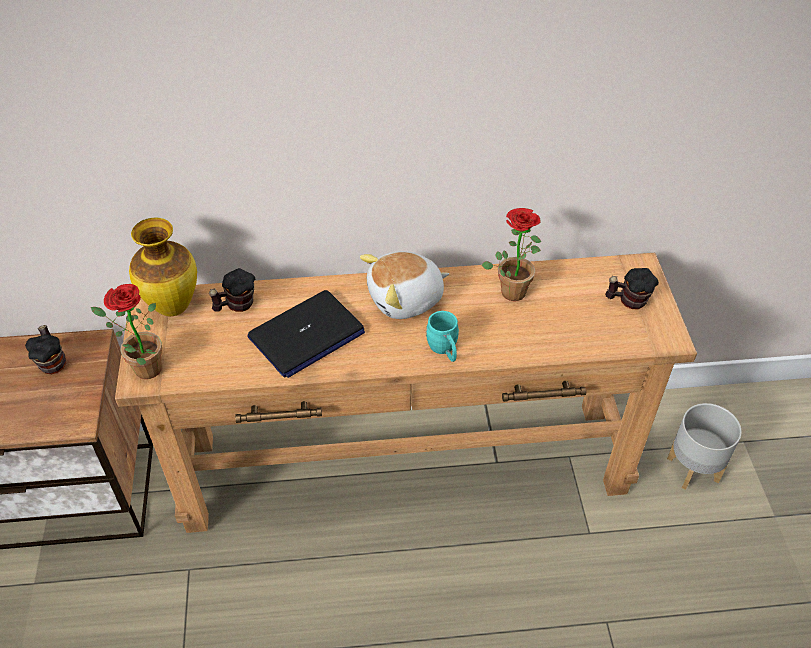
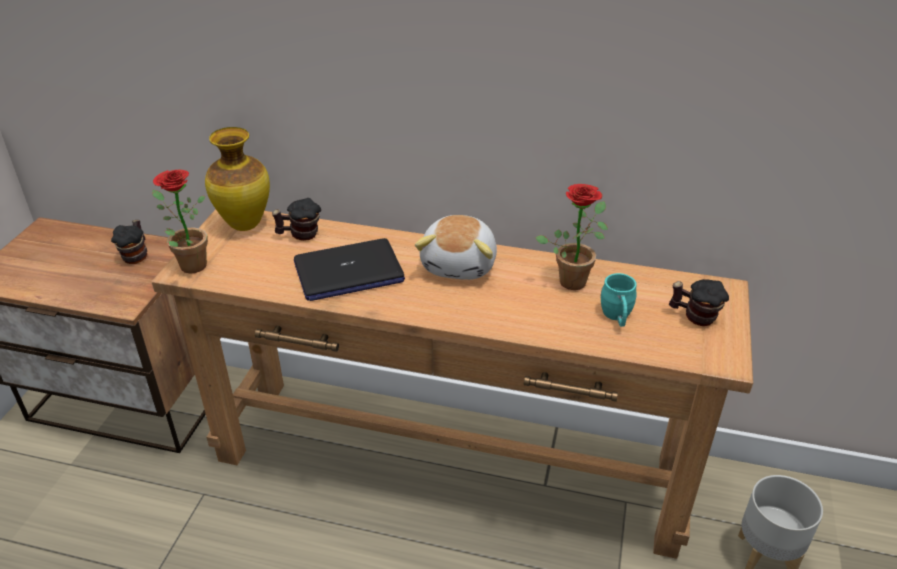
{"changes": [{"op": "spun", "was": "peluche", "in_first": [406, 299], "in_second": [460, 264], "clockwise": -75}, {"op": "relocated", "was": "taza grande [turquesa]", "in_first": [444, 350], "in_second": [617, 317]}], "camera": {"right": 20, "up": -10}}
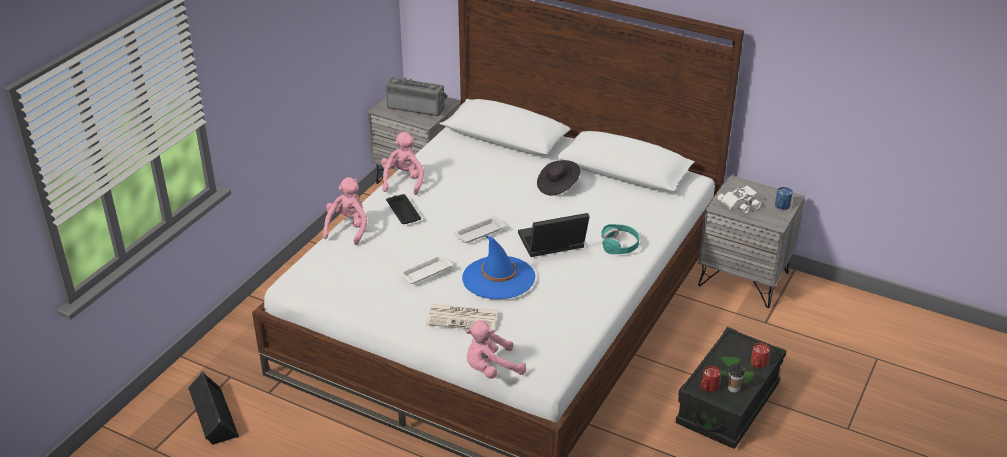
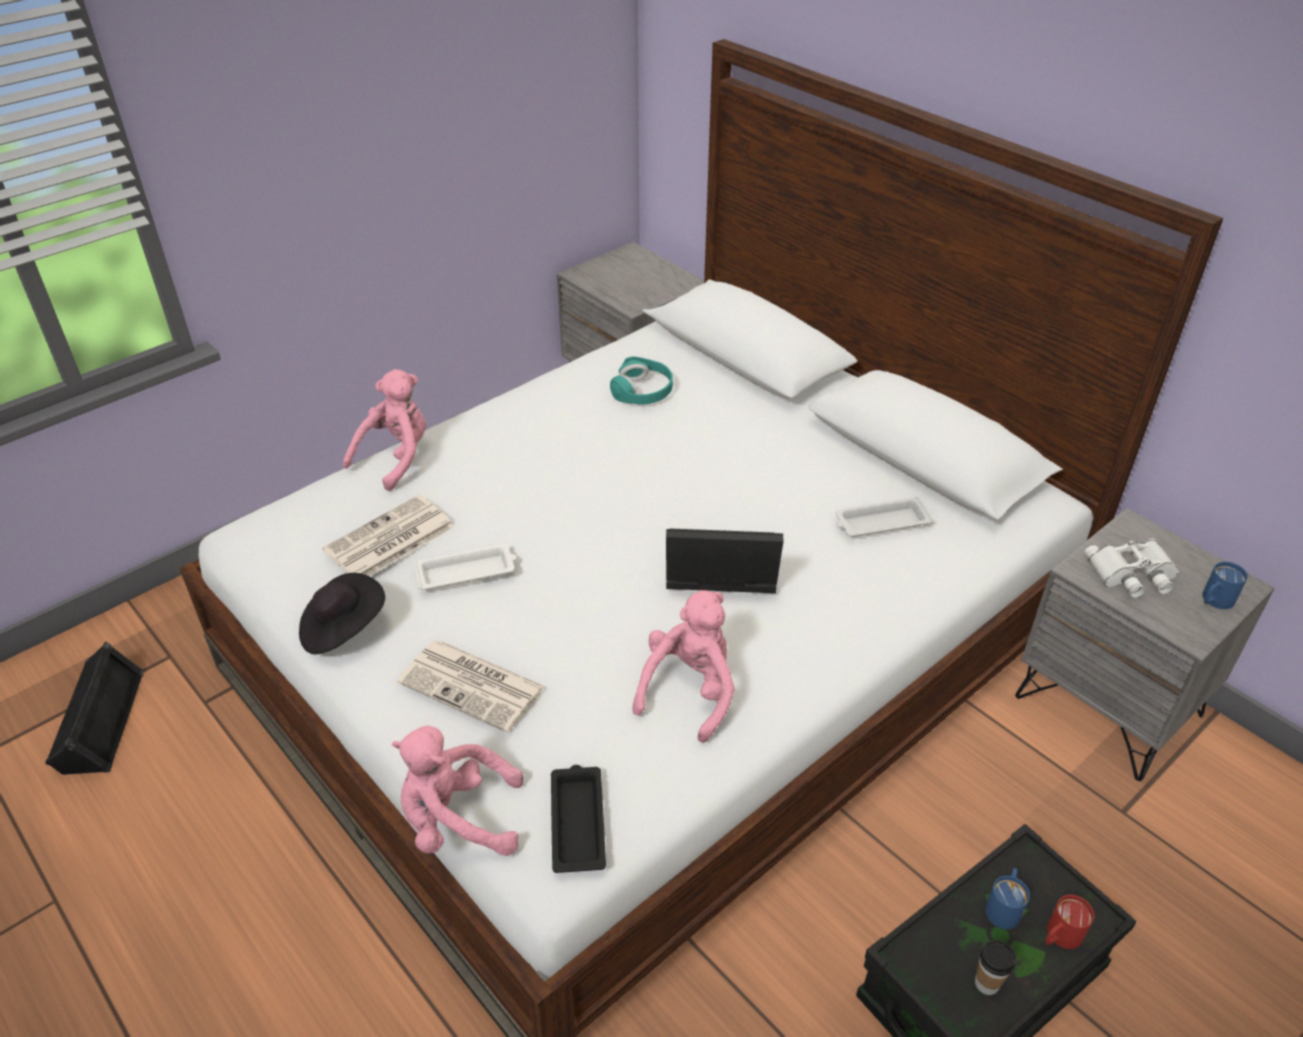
{"changes": [{"op": "relocated", "was": "sombrero [negro]", "in_first": [558, 186], "in_second": [343, 629]}, {"op": "appeared", "now": "periódico", "in_second": [389, 540]}, {"op": "relocated", "was": "bandeja [negro]", "in_first": [403, 211], "in_second": [577, 821]}, {"op": "relocated", "was": "auriculares [turquesa]", "in_first": [620, 244], "in_second": [643, 391]}, {"op": "relocated", "was": "peluche [rosa]", "in_first": [403, 181], "in_second": [690, 691]}, {"op": "relocated", "was": "bandeja [blanco]", "in_first": [478, 233], "in_second": [881, 523]}, {"op": "appeared", "now": "taza grande [azul]", "in_second": [1004, 906]}, {"op": "missing", "was": "radio", "in_first": [417, 107]}, {"op": "missing", "was": "sombrero [azul]", "in_first": [498, 278]}, {"op": "missing", "was": "taza grande [rojo]", "in_first": [707, 388]}], "camera": {"right": 20, "up": 5}}
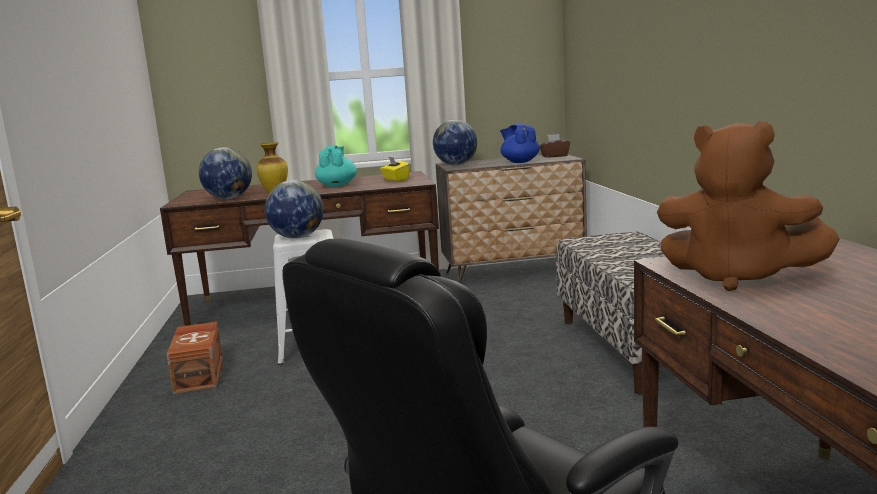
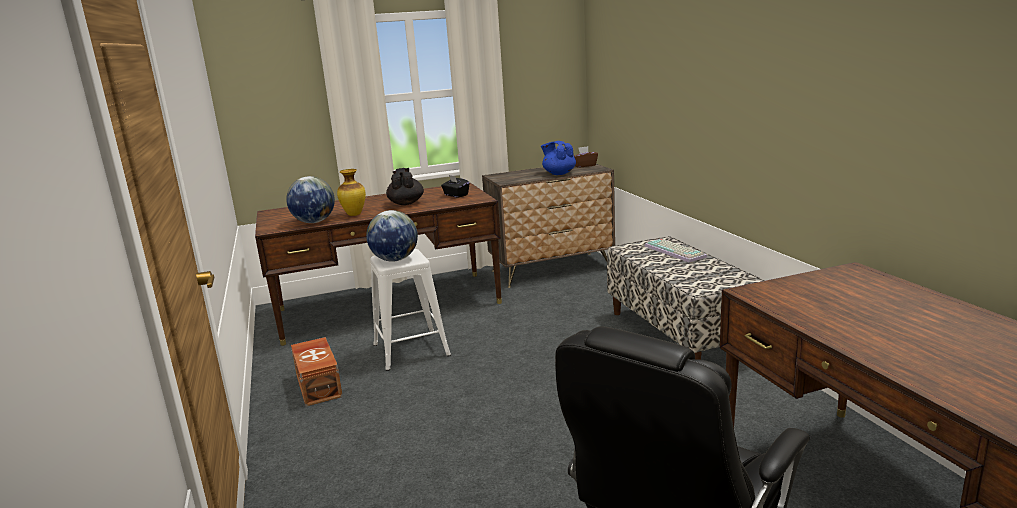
{"changes": [{"op": "colour", "was": "tetera [turquesa]", "now": "tetera [negro]", "in_first": [337, 185], "in_second": [406, 203]}, {"op": "colour", "was": "caja de pañuelos [amarillo]", "now": "caja de pañuelos [negro]", "in_first": [395, 180], "in_second": [456, 195]}, {"op": "appeared", "now": "teclado", "in_second": [676, 251]}, {"op": "missing", "was": "globo terráqueo", "in_first": [456, 165]}, {"op": "missing", "was": "peluche [marrón]", "in_first": [736, 277]}], "camera": {"right": -10, "up": 5}}
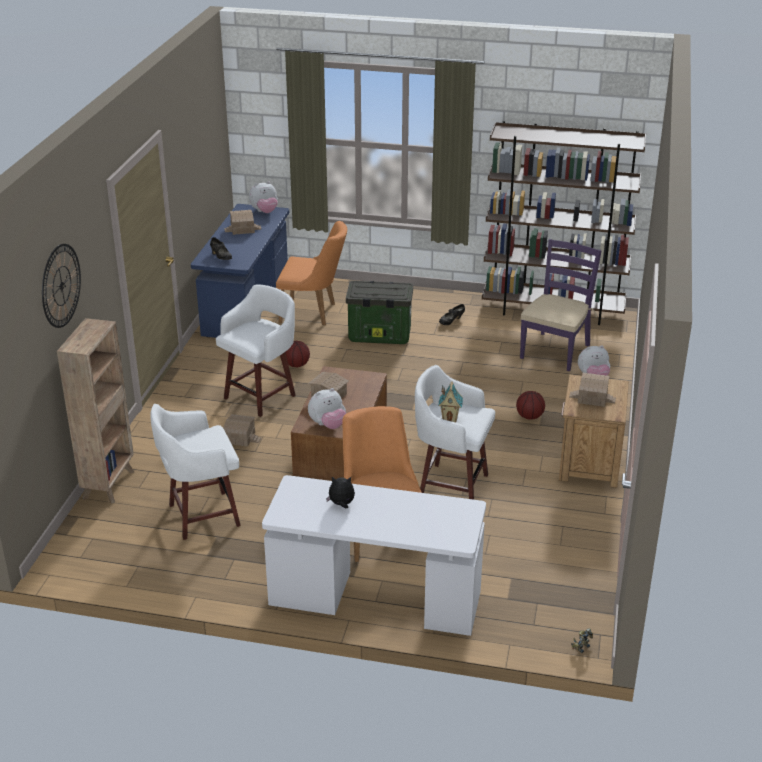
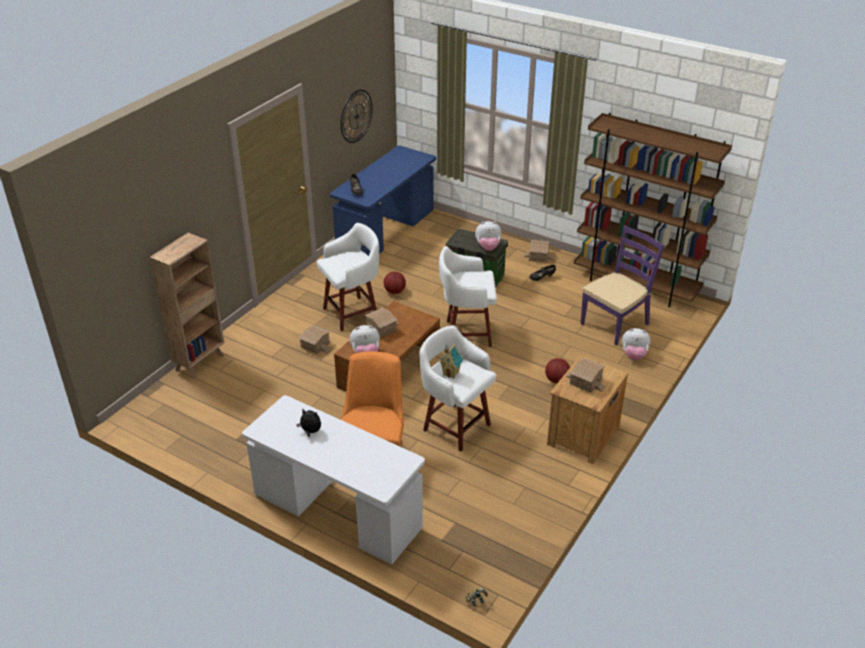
{"changes": [{"op": "relocated", "was": "reloj de pared", "in_first": [61, 285], "in_second": [356, 116]}, {"op": "relocated", "was": "taburete [blanco]", "in_first": [201, 516], "in_second": [466, 333]}, {"op": "relocated", "was": "peluche", "in_first": [264, 212], "in_second": [488, 247]}, {"op": "relocated", "was": "casita", "in_first": [242, 229], "in_second": [538, 257]}, {"op": "missing", "was": "silla [naranja]", "in_first": [313, 313]}], "camera": {"right": 20, "up": 5}}
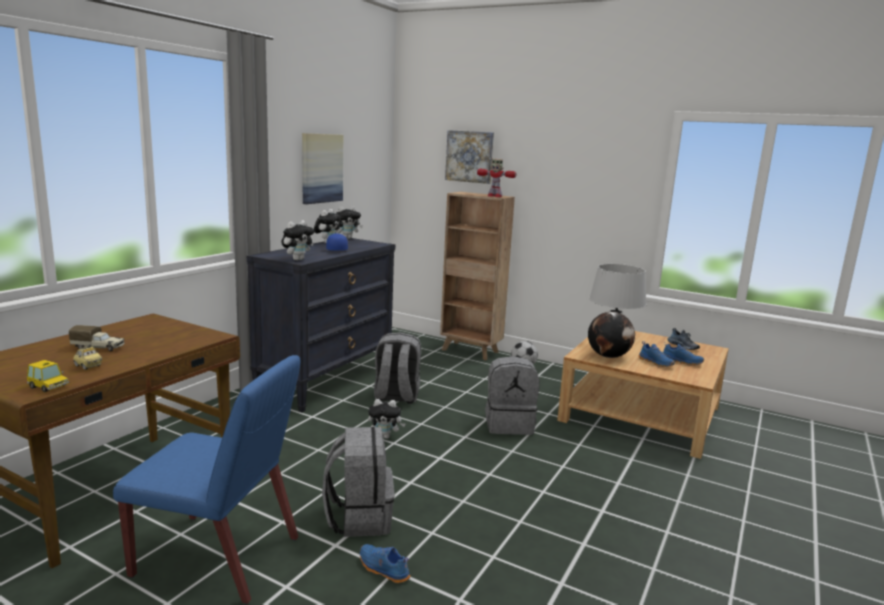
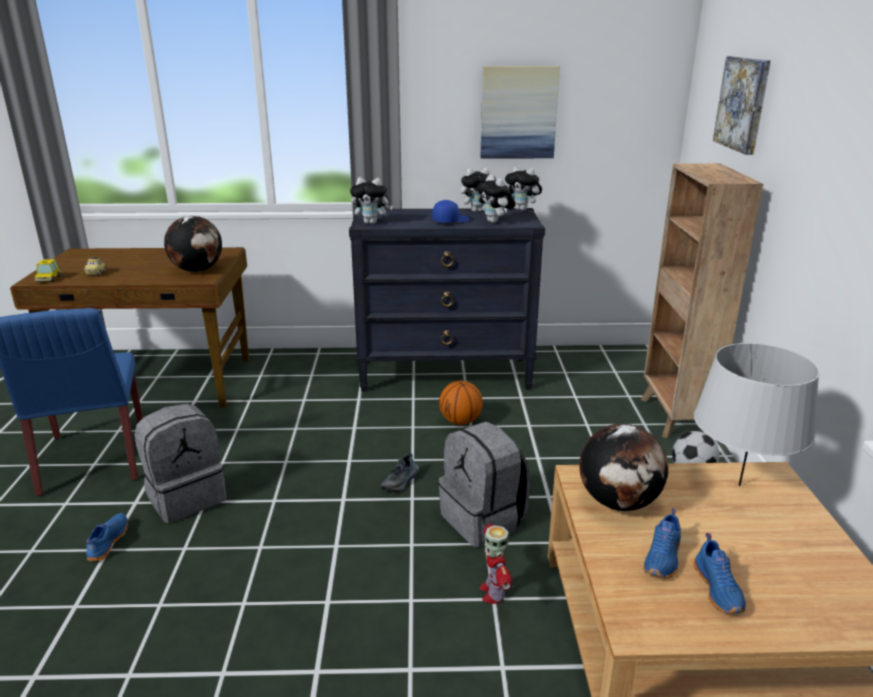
{"changes": [{"op": "appeared", "now": "globo terráqueo", "in_second": [197, 270]}, {"op": "relocated", "was": "zapato", "in_first": [683, 346], "in_second": [401, 482]}, {"op": "exchanged", "was": "mochila [gris]", "now": "balón de baloncesto", "in_first": [396, 397], "in_second": [460, 421]}, {"op": "relocated", "was": "peluche", "in_first": [385, 437], "in_second": [495, 222]}, {"op": "relocated", "was": "robot de juguete", "in_first": [494, 196], "in_second": [493, 592]}, {"op": "missing", "was": "camión de juguete", "in_first": [99, 347]}], "camera": {"right": 60, "up": 10}}
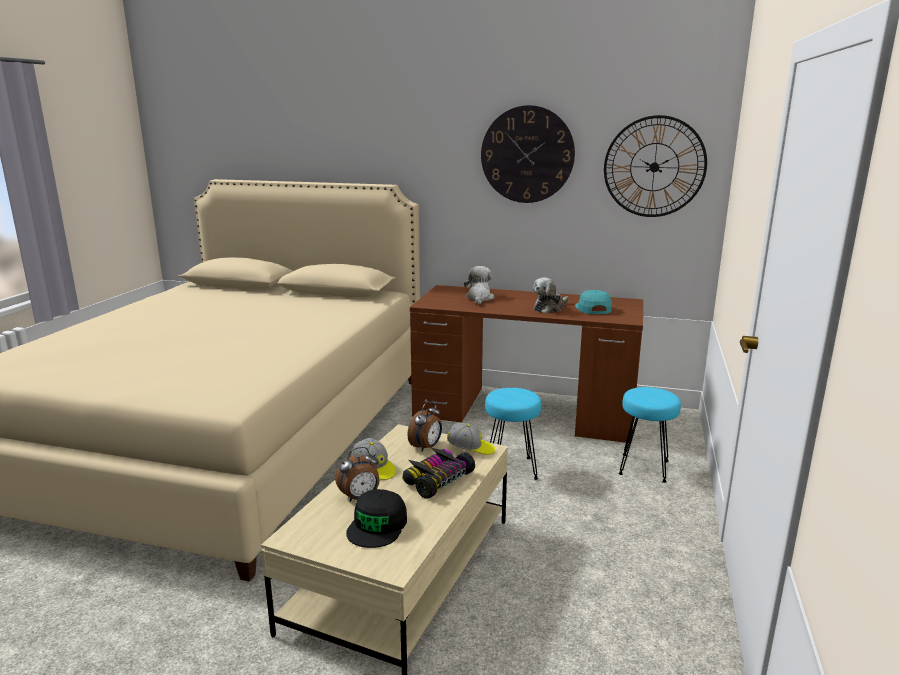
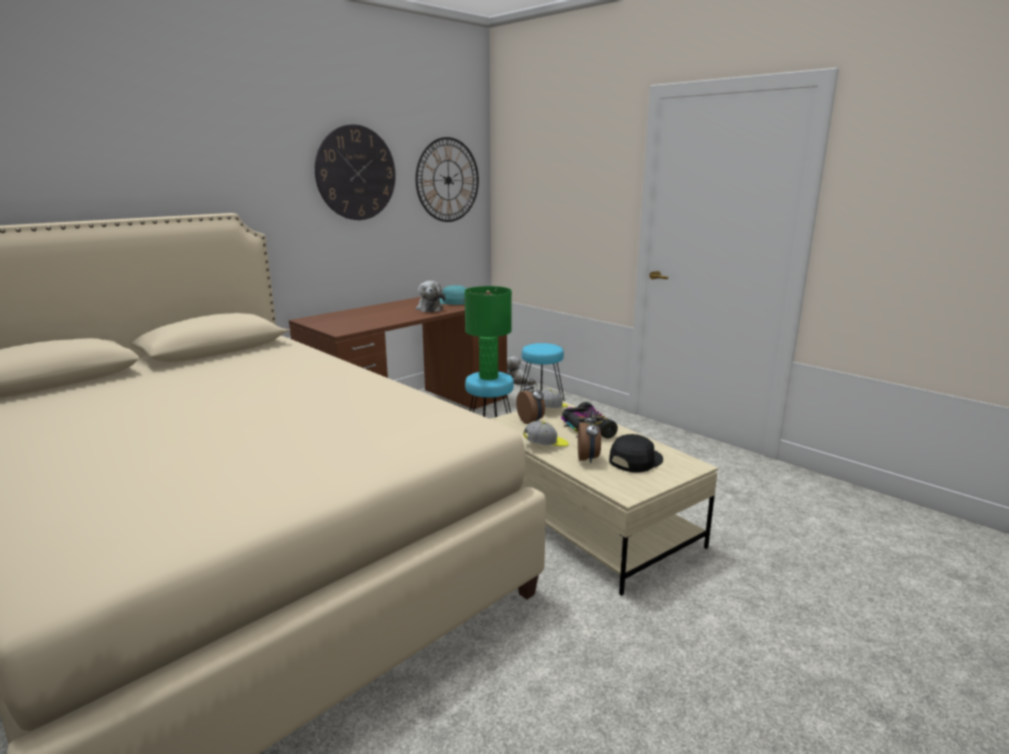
{"changes": [{"op": "appeared", "now": "lámpara de mesa [verde]", "in_second": [488, 377]}, {"op": "relocated", "was": "peluche", "in_first": [479, 298], "in_second": [518, 381]}, {"op": "spun", "was": "gorra [negro]", "in_first": [377, 526], "in_second": [635, 460], "clockwise": -90}], "camera": {"right": -60, "up": 0}}
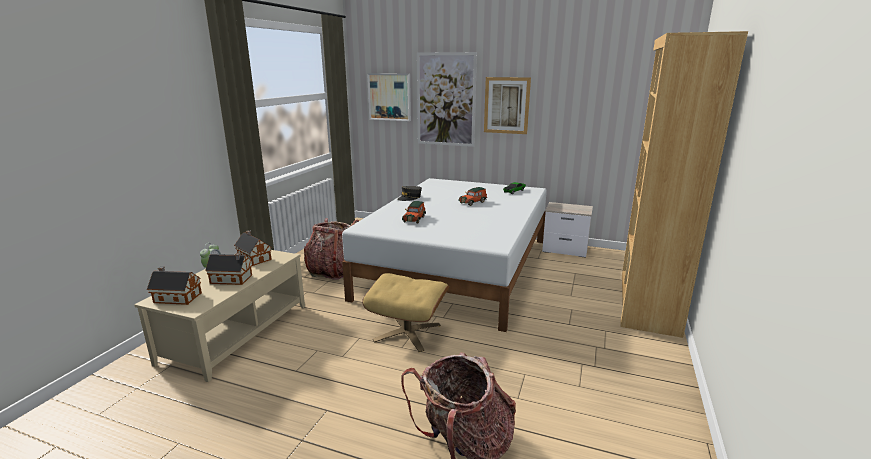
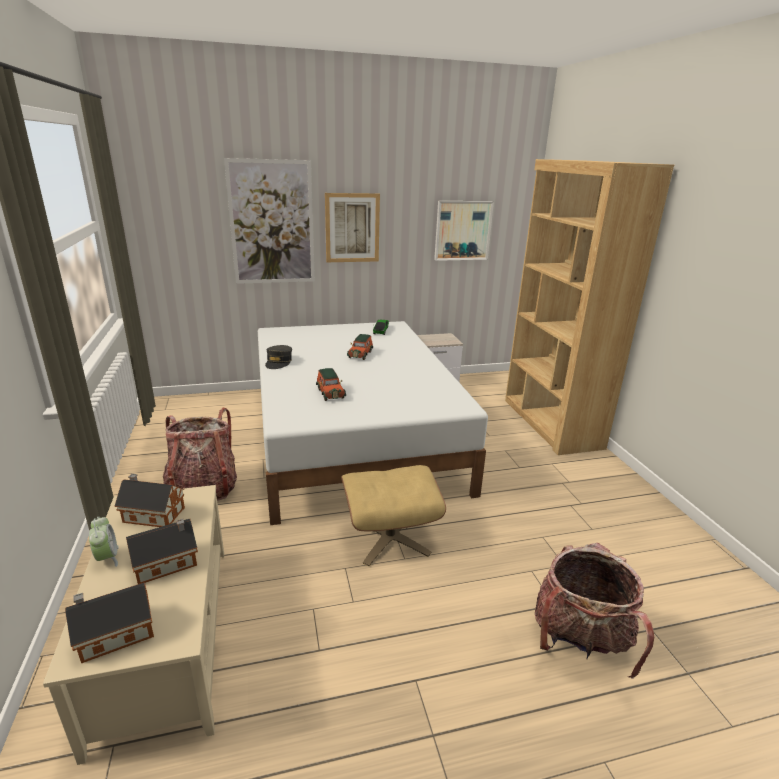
{"changes": [{"op": "relocated", "was": "cuadro", "in_first": [389, 97], "in_second": [462, 230]}], "camera": {"right": -35, "up": 5}}
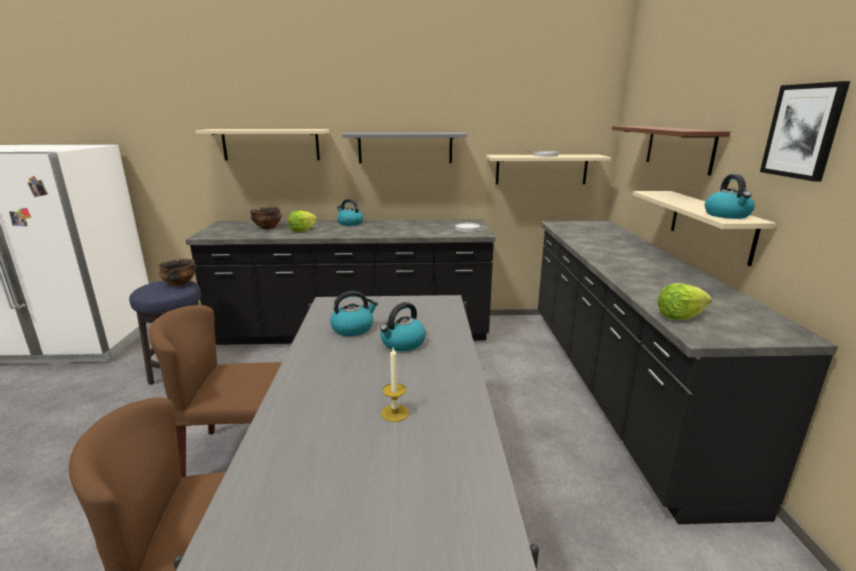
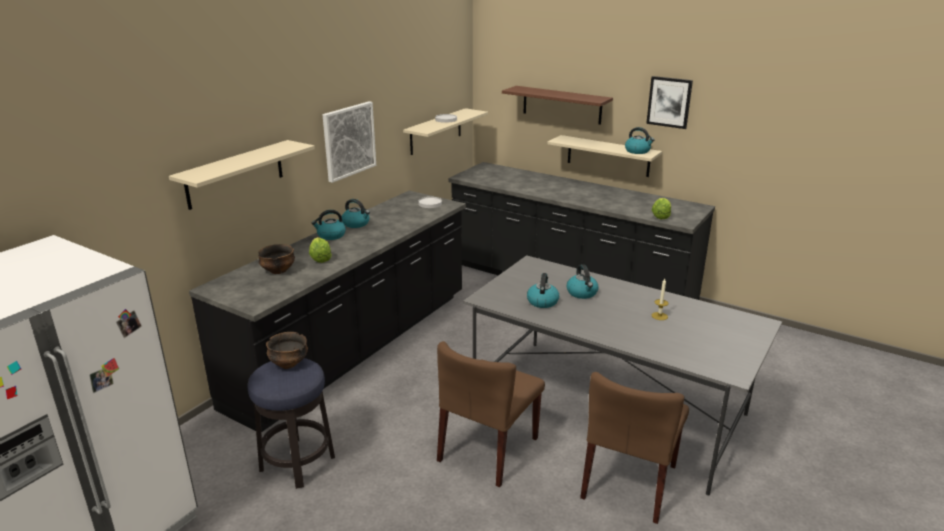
{"changes": [{"op": "exchanged", "was": "estante [gris]", "now": "cuadro", "in_first": [405, 148], "in_second": [349, 140]}, {"op": "appeared", "now": "hervidor", "in_second": [356, 224]}], "camera": {"right": -55, "up": 5}}
